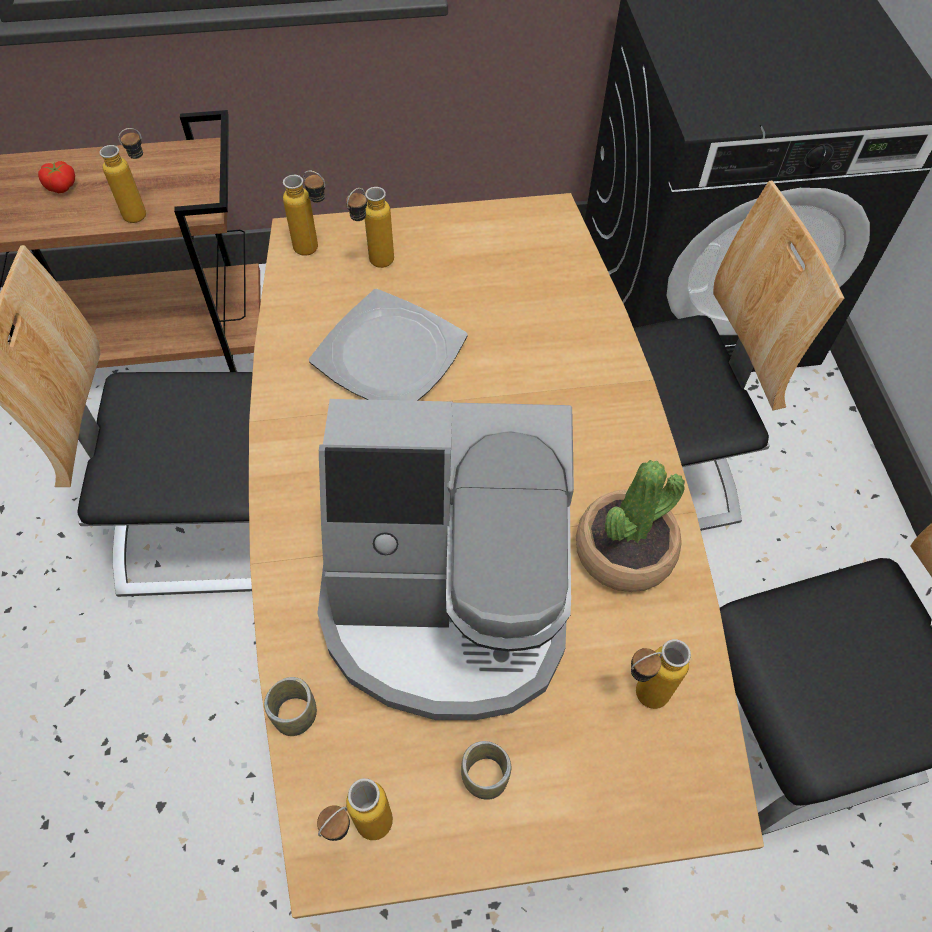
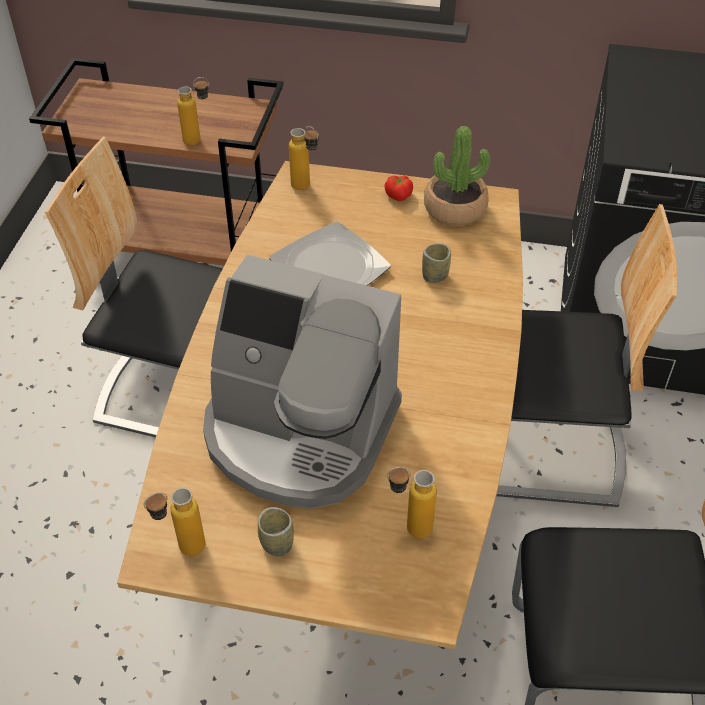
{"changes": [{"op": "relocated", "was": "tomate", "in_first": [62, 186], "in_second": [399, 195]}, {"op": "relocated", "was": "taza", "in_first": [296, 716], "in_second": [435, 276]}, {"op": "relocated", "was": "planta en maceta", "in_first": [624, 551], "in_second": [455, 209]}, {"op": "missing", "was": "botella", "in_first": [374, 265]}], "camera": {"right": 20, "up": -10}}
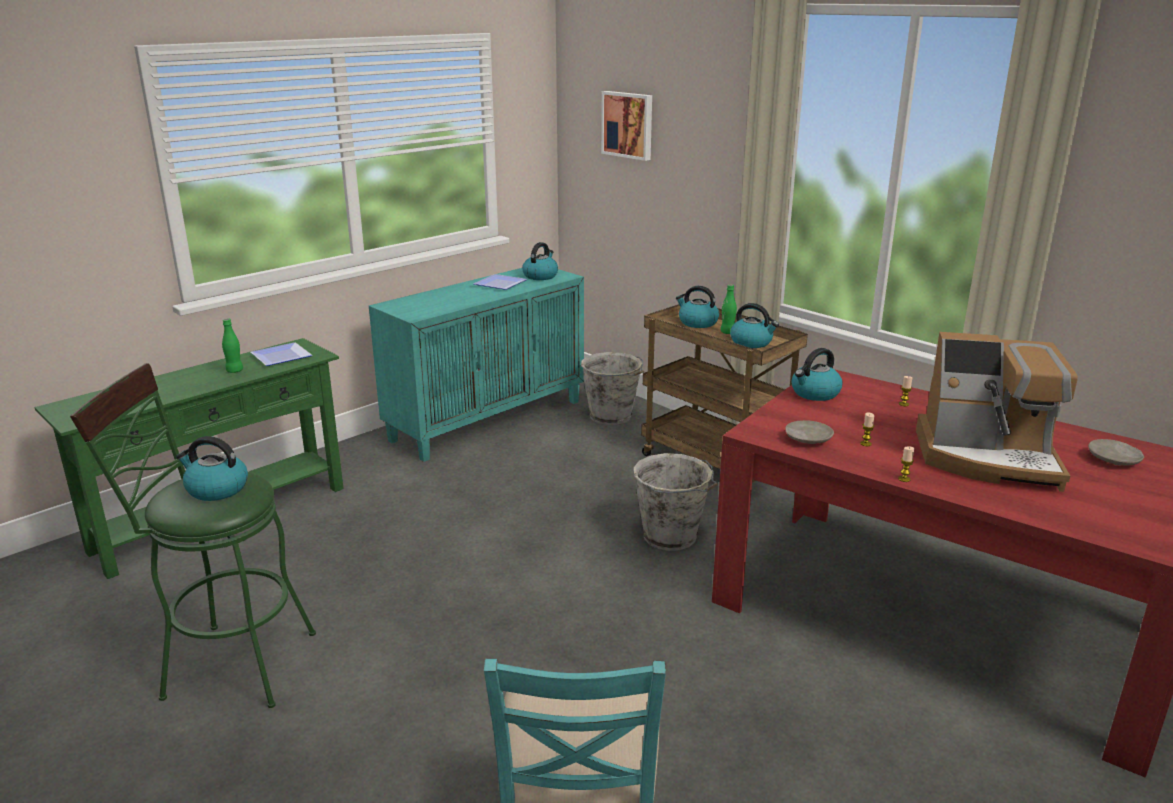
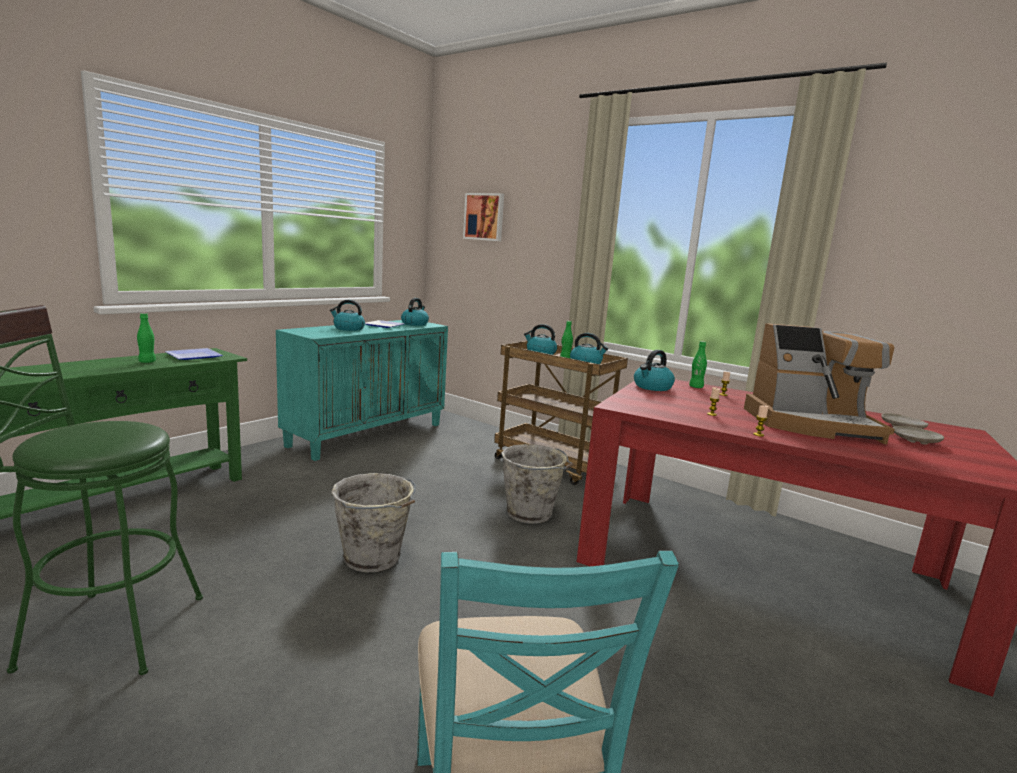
{"changes": [{"op": "relocated", "was": "hervidor", "in_first": [216, 489], "in_second": [348, 328]}, {"op": "relocated", "was": "cubo [gris]", "in_first": [612, 417], "in_second": [373, 558]}, {"op": "appeared", "now": "botella [verde]", "in_second": [696, 387]}, {"op": "relocated", "was": "plato [beis]", "in_first": [807, 439], "in_second": [915, 441]}], "camera": {"right": -10, "up": -10}}
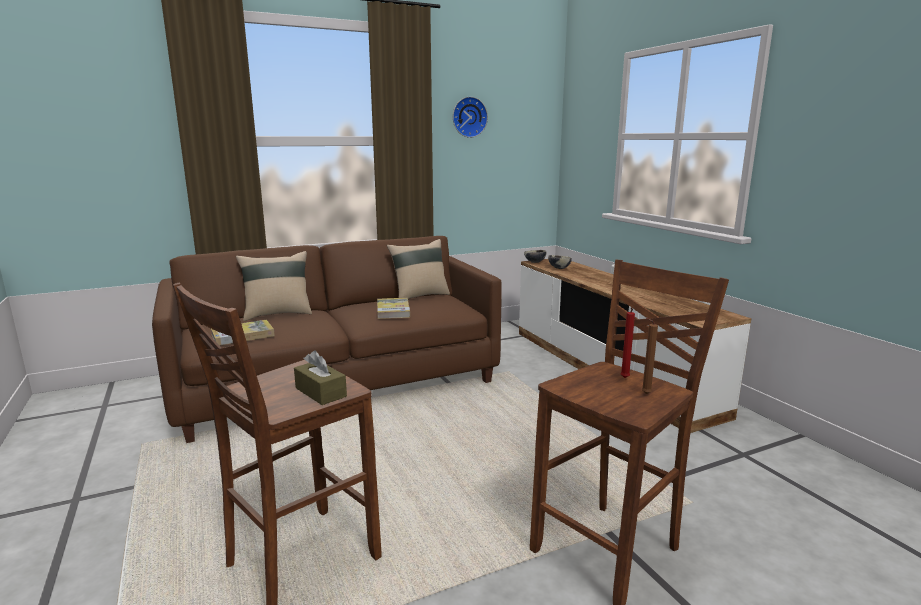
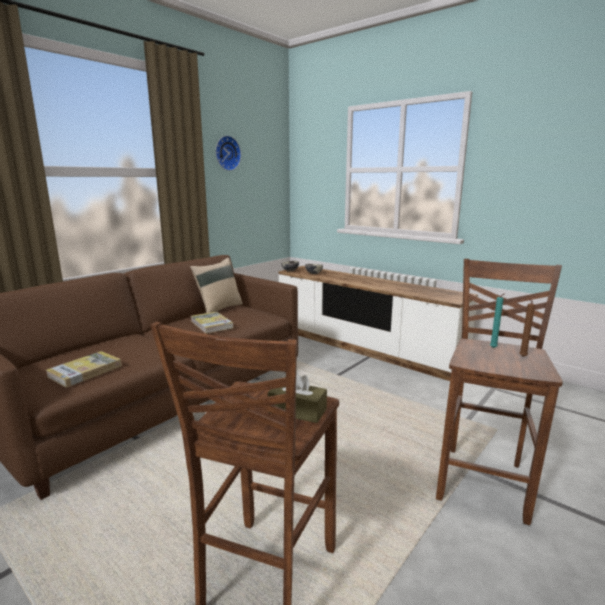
{"changes": [{"op": "colour", "was": "vela [rojo]", "now": "vela [turquesa]", "in_first": [624, 378], "in_second": [493, 348]}, {"op": "missing", "was": "cojín [beis]", "in_first": [277, 314]}], "camera": {"right": -25, "up": 0}}
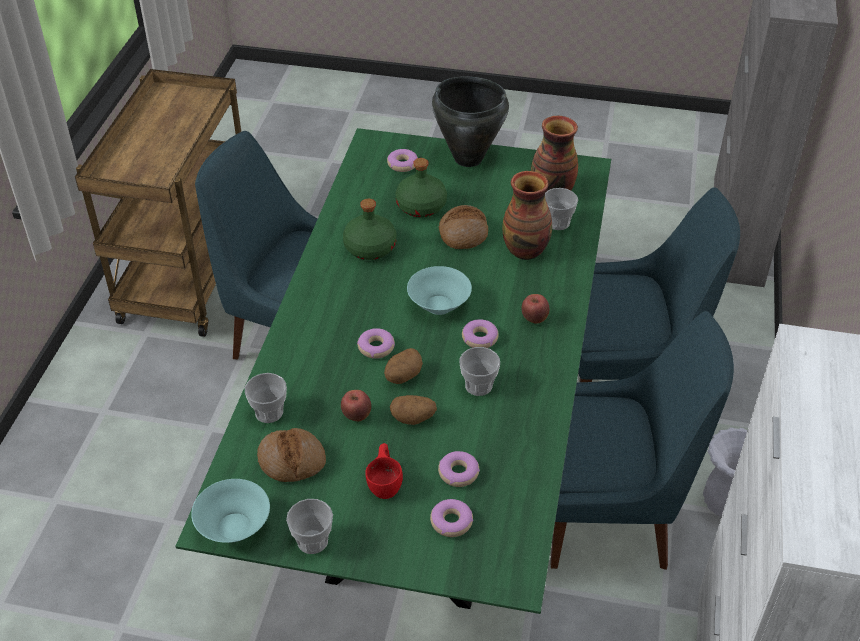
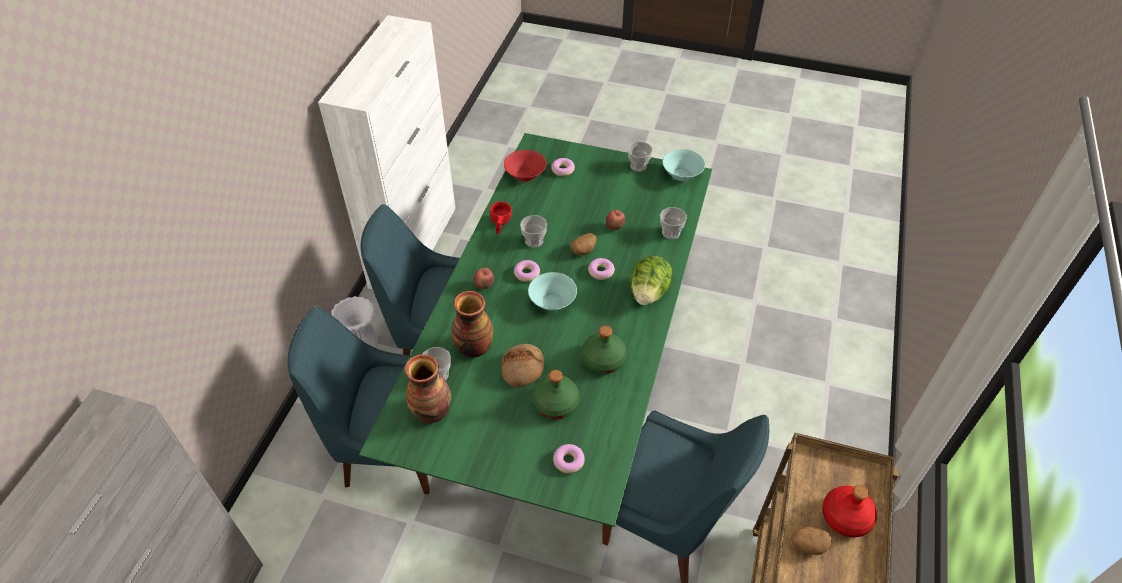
{"changes": [{"op": "relocated", "was": "taza [rojo]", "in_first": [385, 482], "in_second": [500, 224]}, {"op": "appeared", "now": "cuenco [rojo]", "in_second": [525, 175]}, {"op": "appeared", "now": "lechuga", "in_second": [649, 293]}, {"op": "relocated", "was": "patata", "in_first": [413, 418], "in_second": [807, 545]}, {"op": "appeared", "now": "botella [rojo]", "in_second": [846, 517]}, {"op": "missing", "was": "pan", "in_first": [292, 461]}, {"op": "missing", "was": "olla [negro]", "in_first": [468, 158]}, {"op": "missing", "was": "rosquilla", "in_first": [458, 473]}], "camera": {"right": -175, "up": 5}}
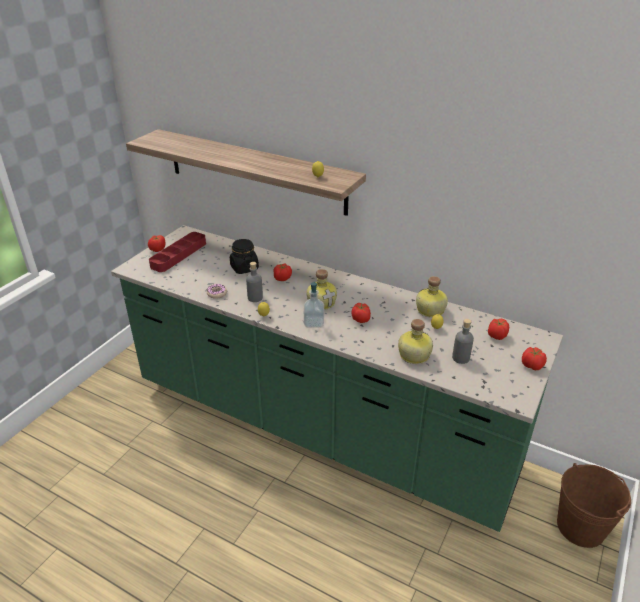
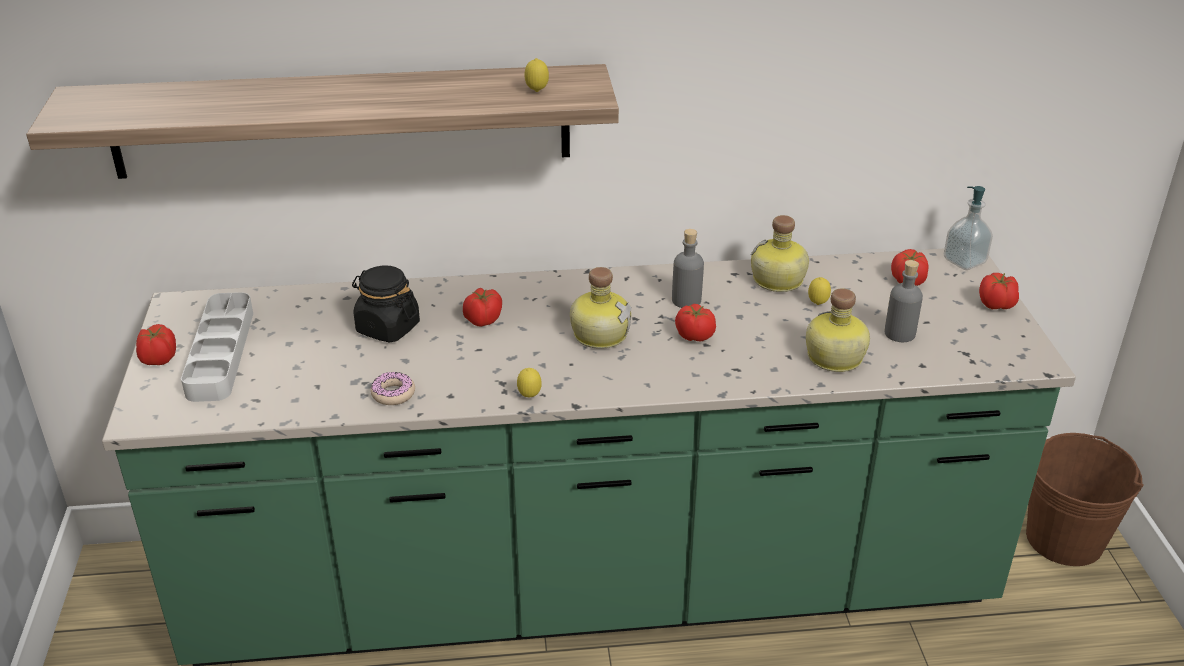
{"changes": [{"op": "colour", "was": "bandeja [rojo]", "now": "bandeja [gris]", "in_first": [179, 255], "in_second": [220, 353]}, {"op": "relocated", "was": "botella [gris]", "in_first": [255, 298], "in_second": [686, 300]}, {"op": "relocated", "was": "dispensador de jabón", "in_first": [314, 323], "in_second": [964, 261]}], "camera": {"right": -35, "up": 0}}
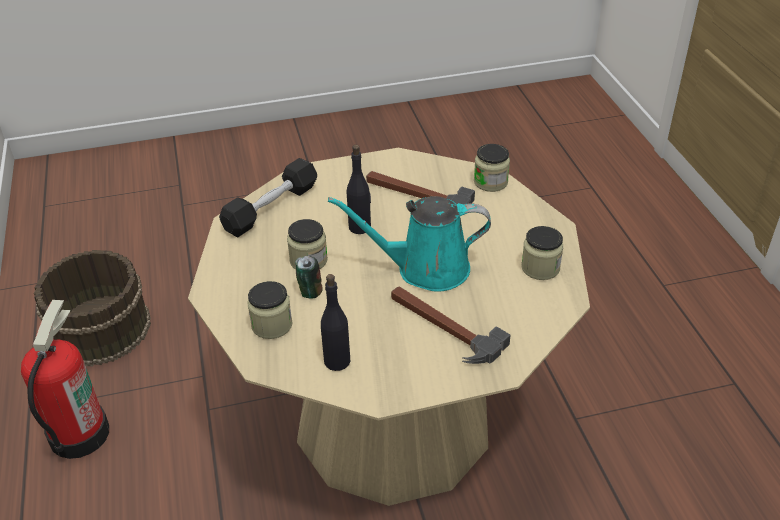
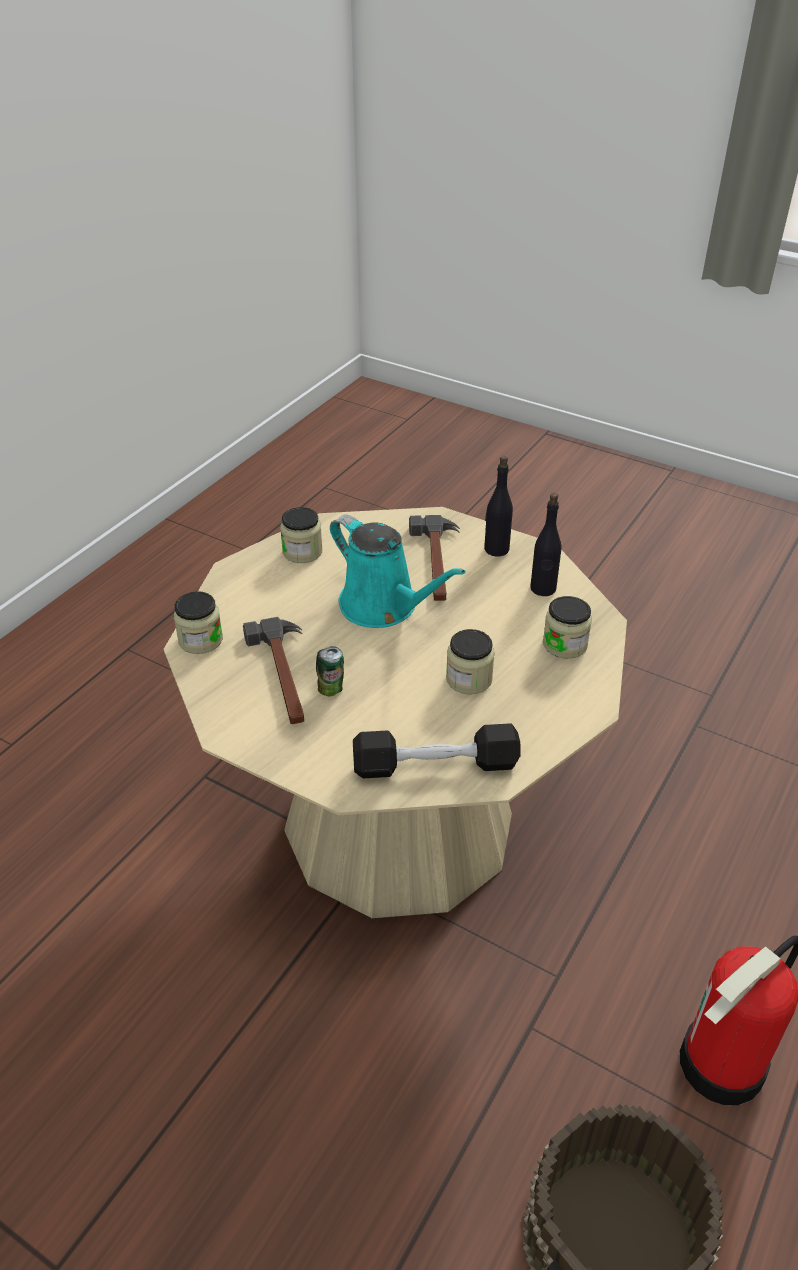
{"changes": [{"op": "relocated", "was": "lata", "in_first": [309, 292], "in_second": [331, 689]}, {"op": "relocated", "was": "botella [negro]", "in_first": [360, 227], "in_second": [496, 549]}], "camera": {"right": -135, "up": 0}}
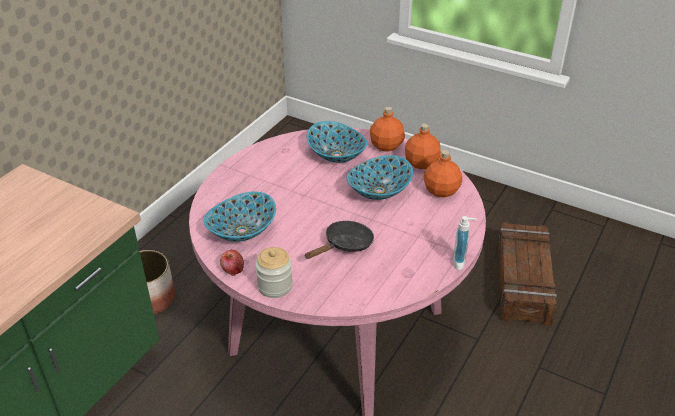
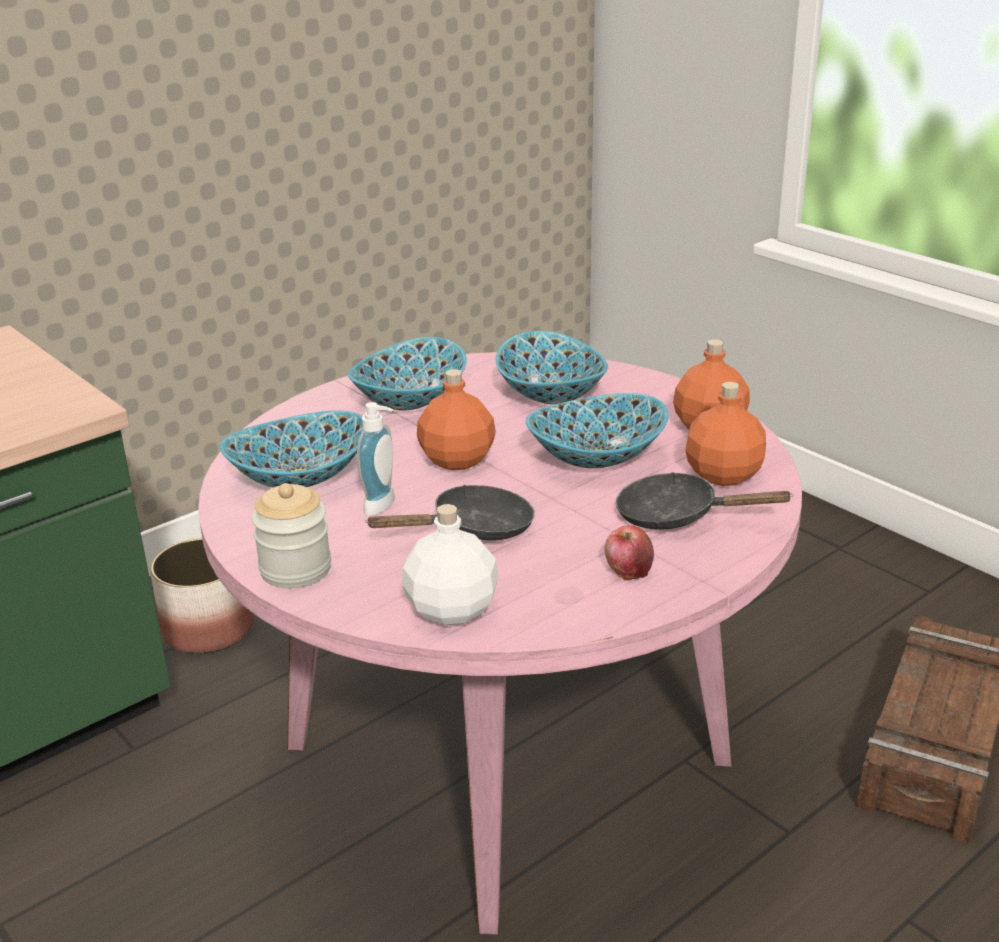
{"changes": [{"op": "appeared", "now": "cuenco", "in_second": [411, 400]}, {"op": "relocated", "was": "dispensador de jabón", "in_first": [461, 262], "in_second": [384, 506]}, {"op": "appeared", "now": "botella [blanco]", "in_second": [450, 610]}, {"op": "relocated", "was": "botella [naranja]", "in_first": [386, 145], "in_second": [458, 459]}, {"op": "relocated", "was": "manzana", "in_first": [233, 270], "in_second": [628, 570]}, {"op": "appeared", "now": "sartén [negro]", "in_second": [677, 516]}], "camera": {"right": 20, "up": -10}}
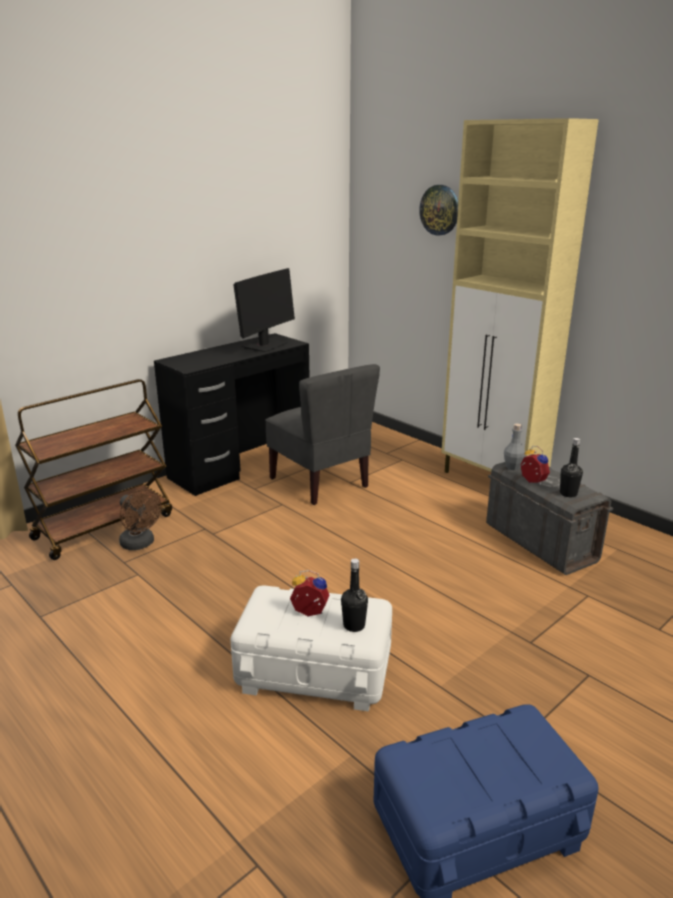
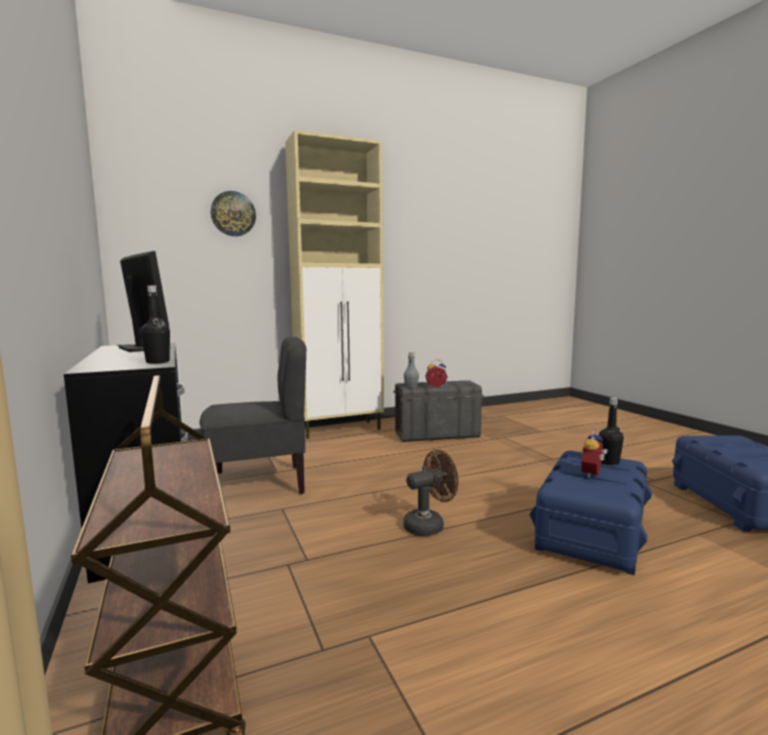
{"changes": [{"op": "relocated", "was": "botella [negro]", "in_first": [568, 493], "in_second": [158, 362]}, {"op": "relocated", "was": "ventilador [marrón]", "in_first": [140, 544], "in_second": [429, 525]}, {"op": "colour", "was": "caja de almacenaje [blanco]", "now": "caja de almacenaje [azul]", "in_first": [314, 670], "in_second": [592, 534]}], "camera": {"right": -70, "up": -15}}
